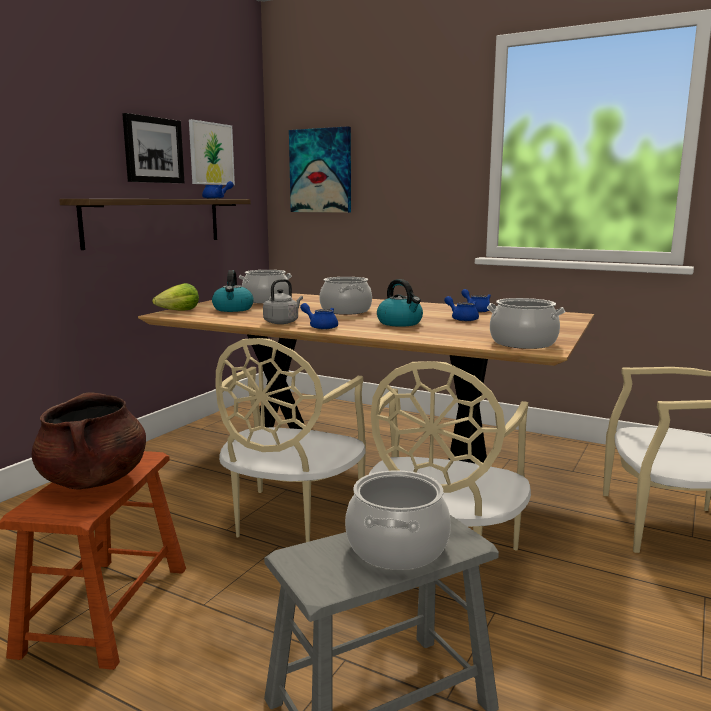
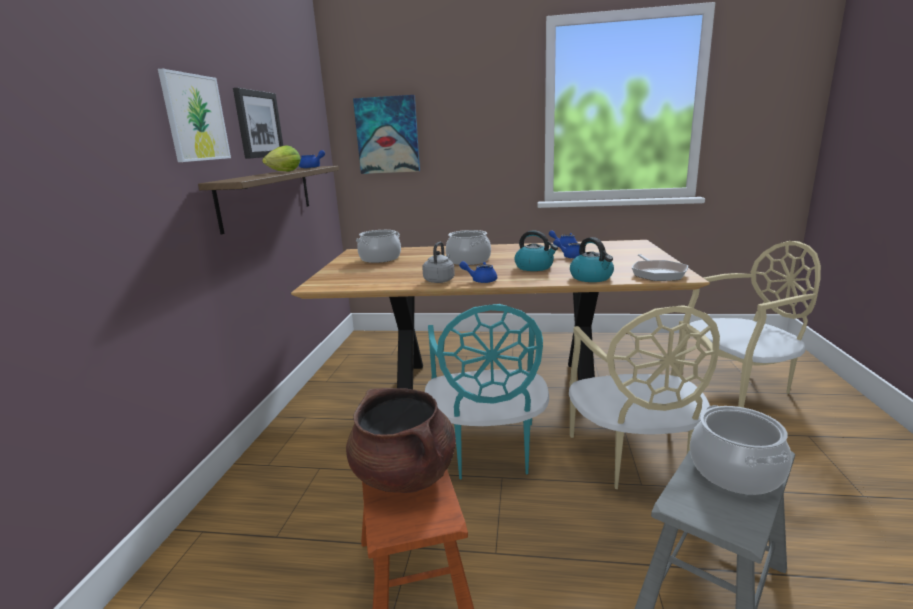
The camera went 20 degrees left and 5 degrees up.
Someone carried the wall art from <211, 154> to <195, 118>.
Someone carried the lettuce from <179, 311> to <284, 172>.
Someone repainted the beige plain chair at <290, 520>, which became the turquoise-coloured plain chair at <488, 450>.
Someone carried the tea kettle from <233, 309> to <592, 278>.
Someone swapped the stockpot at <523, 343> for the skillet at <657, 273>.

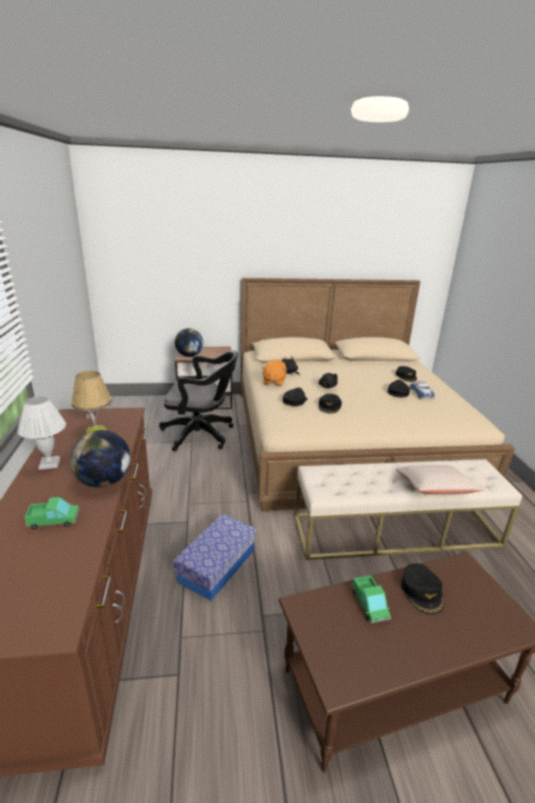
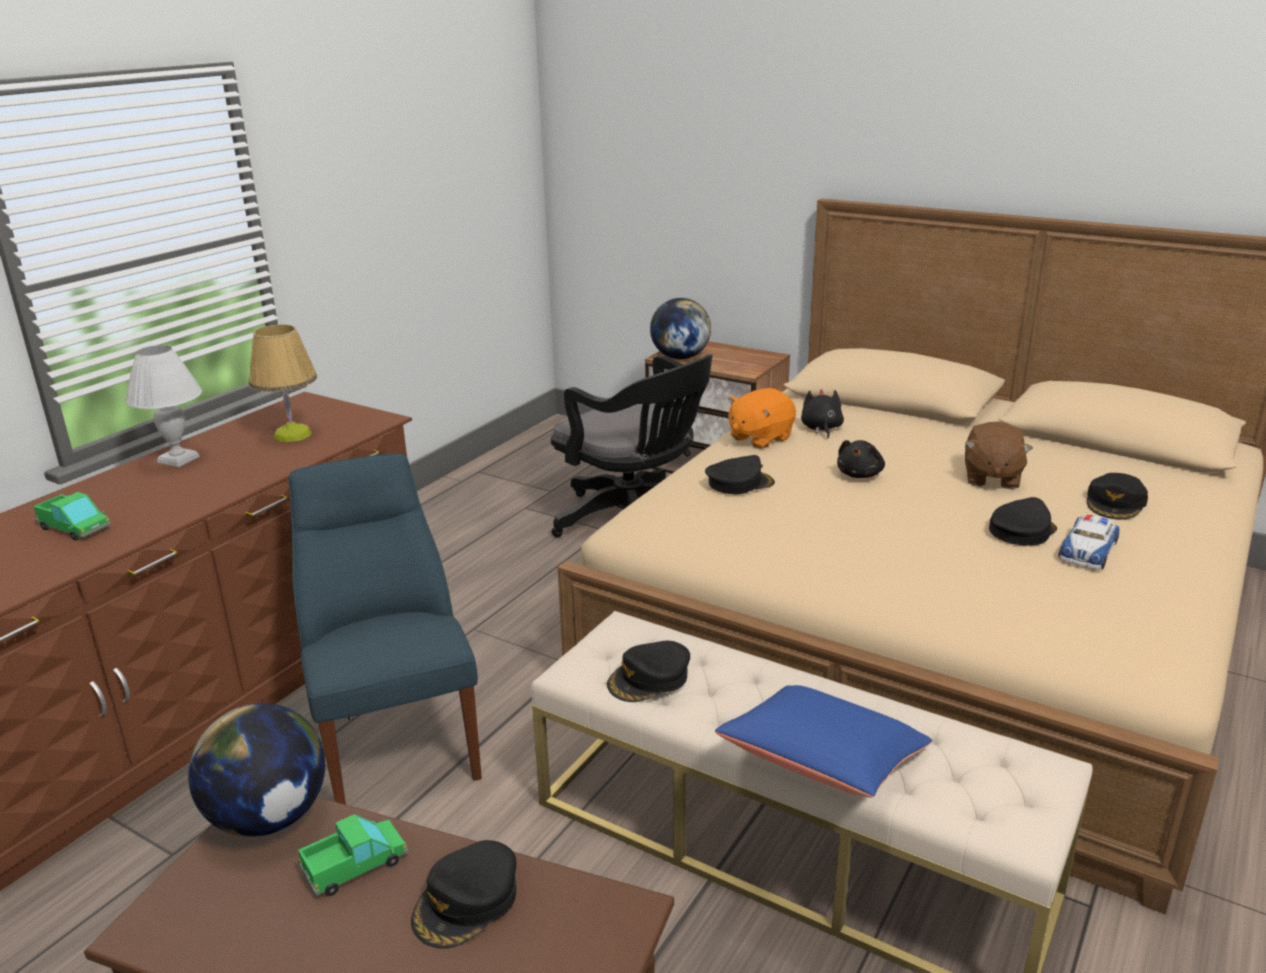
The camera went 40 degrees right and 0 degrees up.
Someone carried the desk globe from <104, 481> to <269, 818>.
Someone swapped the storage box at <217, 565> for the blue-coloured plain chair at <396, 740>.
Someone rotated the toy truck at <369, 604> by 150 degrees counterclockwise.
Someone carried the black-coloured peaked cap from <329, 406> to <649, 679>.
Someone repainted the beige cushion at <434, 489>, which became the blue-coloured cushion at <823, 763>.
Someone put down the brown-coloured soft toy at <991, 478>.

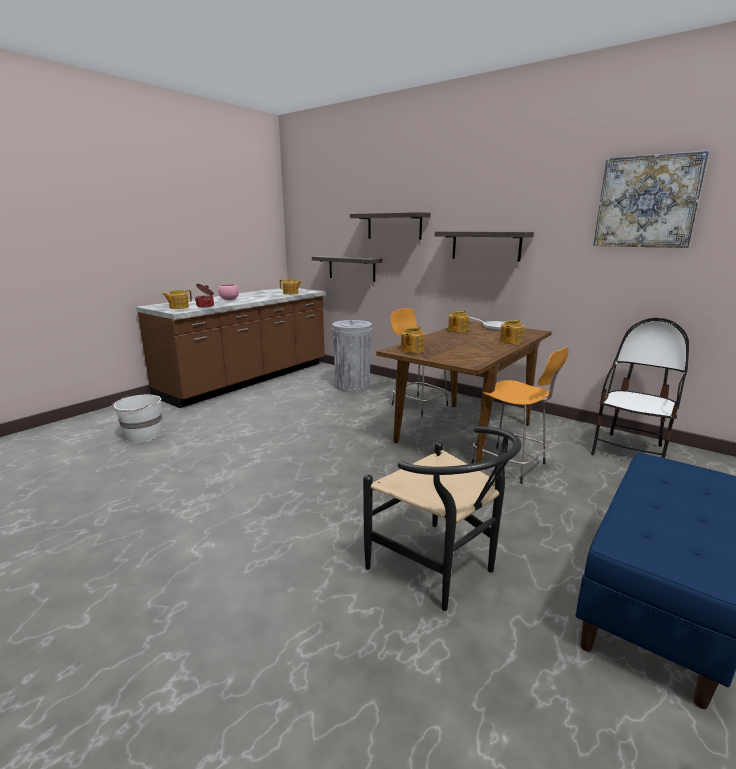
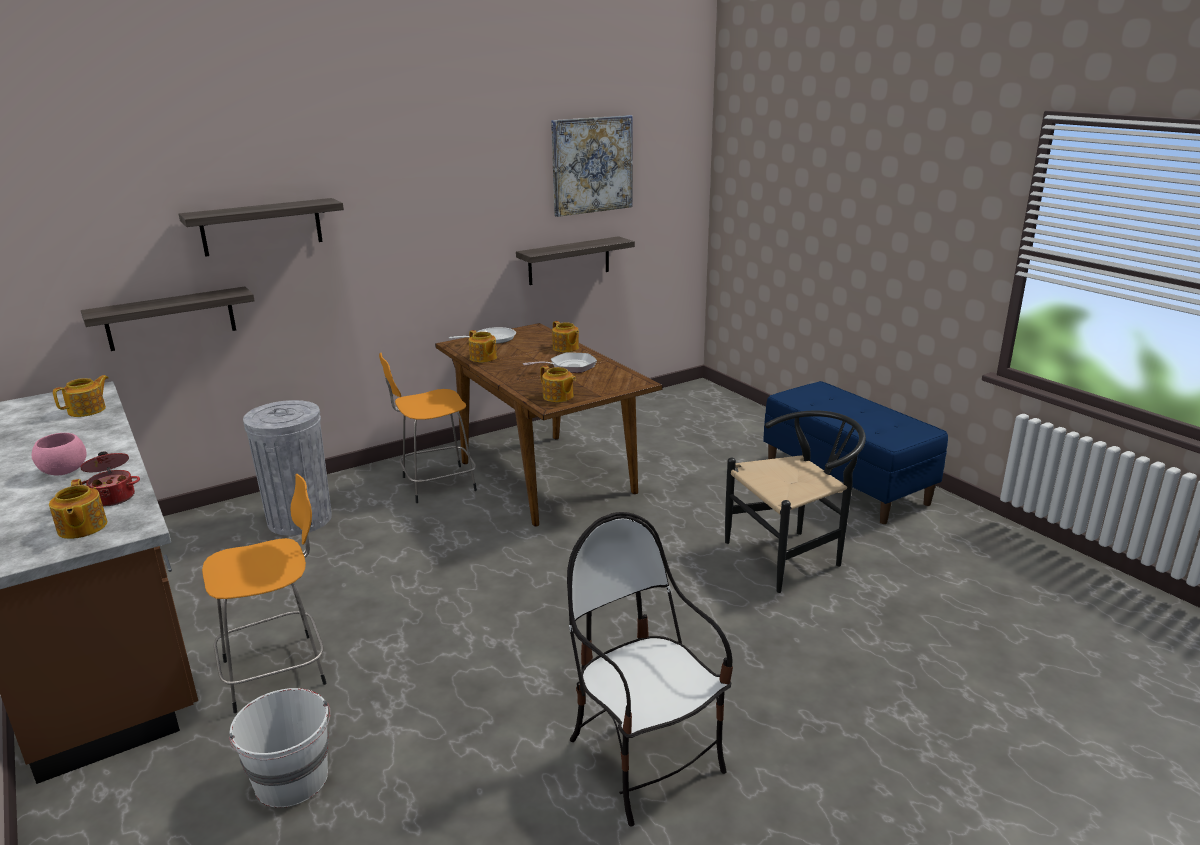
The camera went 70 degrees left and 5 degrees up.
Someone carried the orange-coloured stool from <510, 465> to <279, 671>.
Someone carried the shelf from <486, 245> to <569, 260>.
Someone put down the skillet at <569, 367>.
Someone carried the plain chair from <630, 452> to <644, 760>.

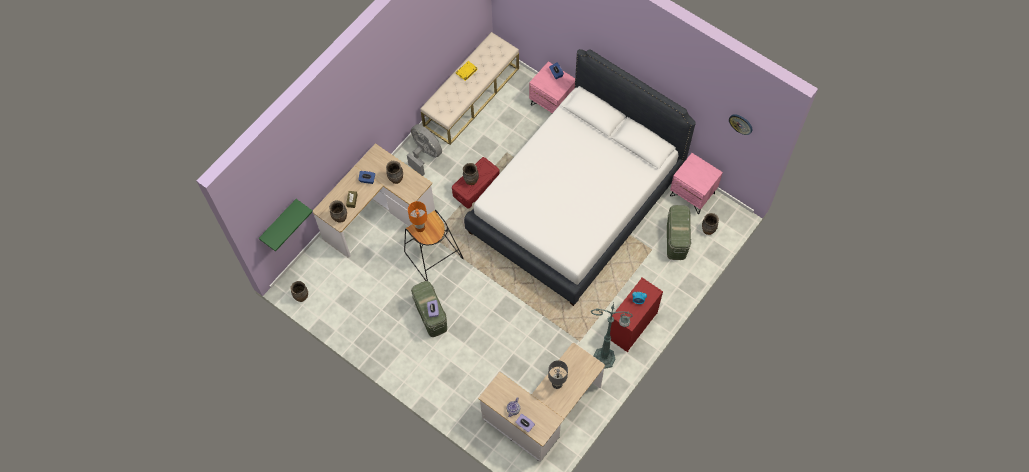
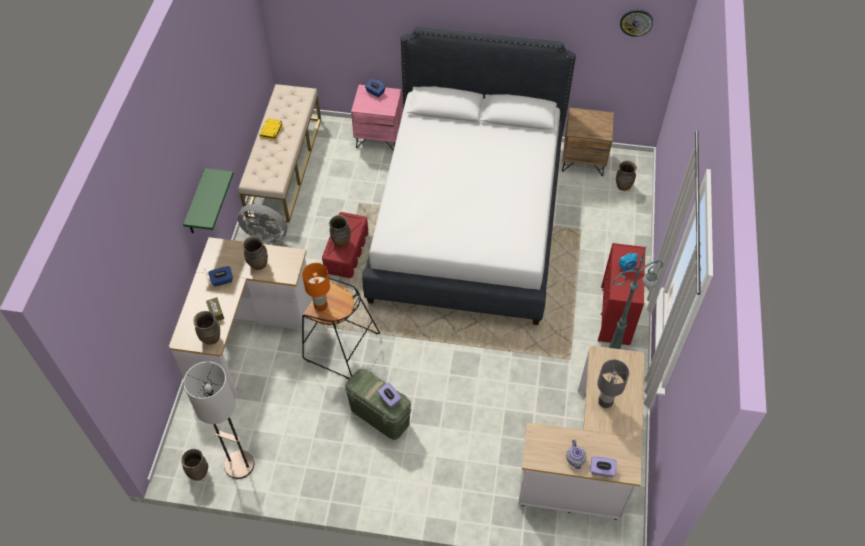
The camera went 30 degrees left and 10 degrees down.
Someone carried the greenish shelf from <279, 222> to <197, 204>.
Someone put down the standing lamp at <239, 465>.
Someone repainted the pinkish night table at <692, 194>, which became the brown-coloured night table at <583, 160>.
Someone took away the greenish storage box at <676, 240>.

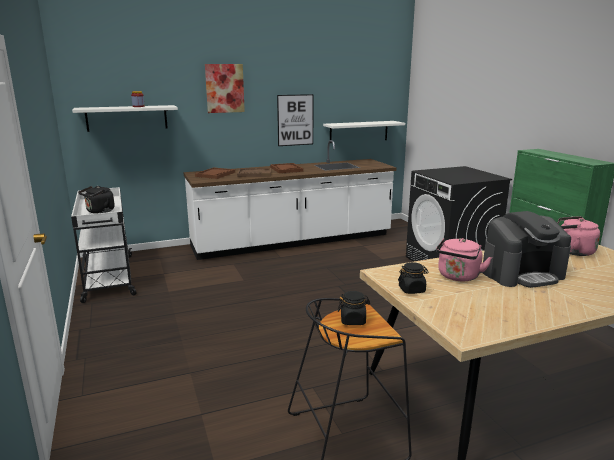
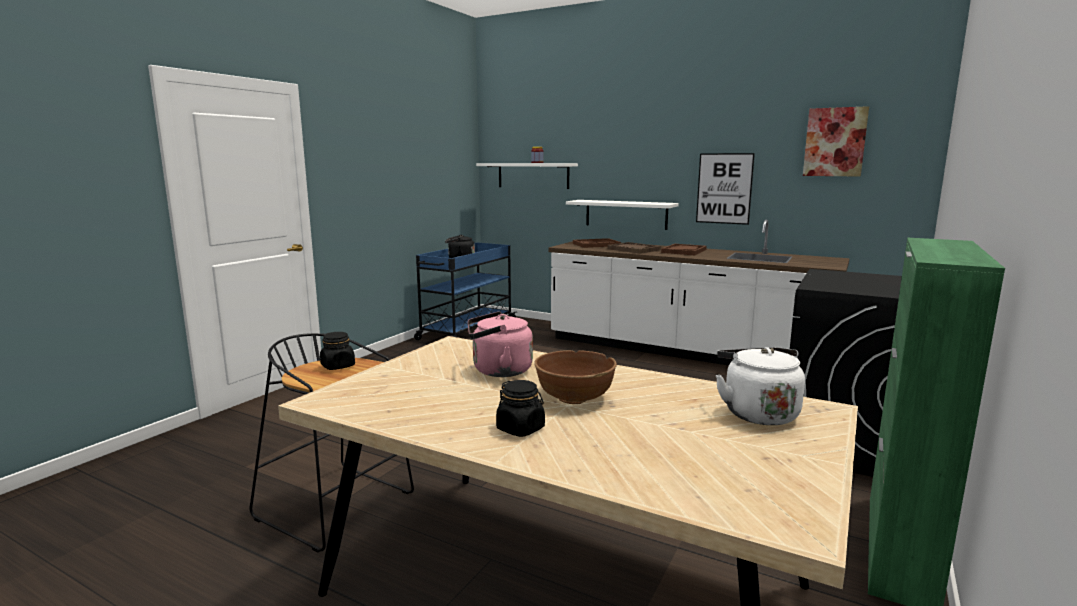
The camera went 50 degrees right and 5 degrees down.
Someone repainted the white-coloured wheeled cart at <109, 278>, which became the blue-coloured wheeled cart at <467, 330>.
Someone carried the black-coloured jar from <412, 290> to <521, 429>.
Someone swapped the coffee brewer at <522, 274> for the brown-coloured bowl at <574, 397>.
Someone carried the white-coloured shelf from <359, 131> to <626, 214>.
Someone repainted the pinkish tea kettle at <572, 251>, which became the white-coloured tea kettle at <757, 413>.
Someone carried the wall art from <224, 88> to <835, 142>.

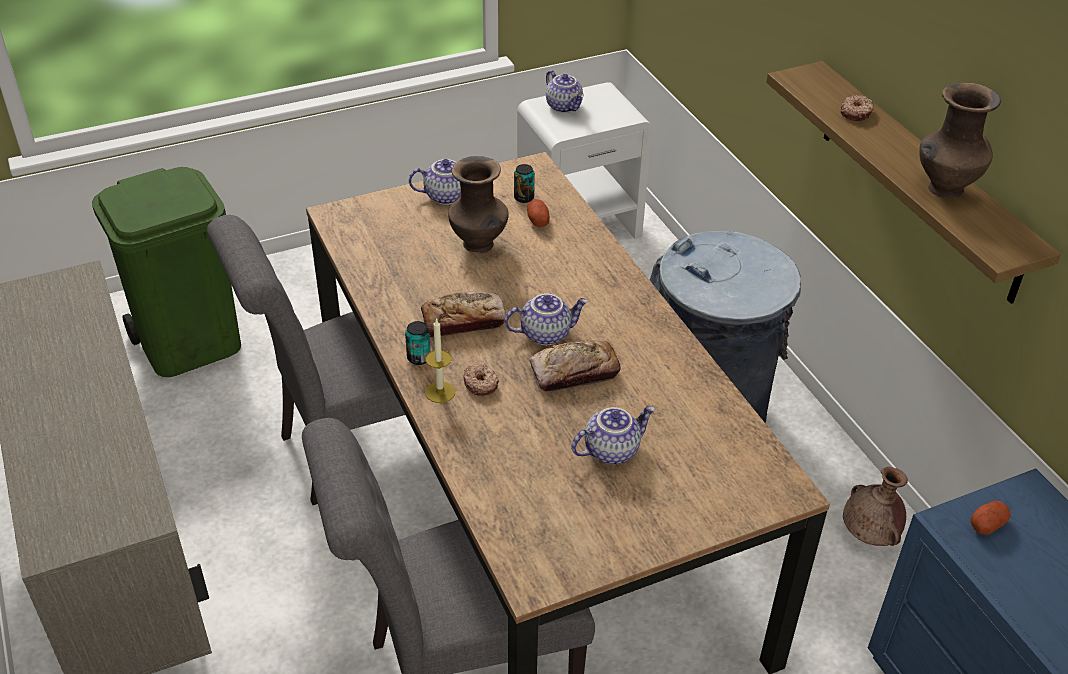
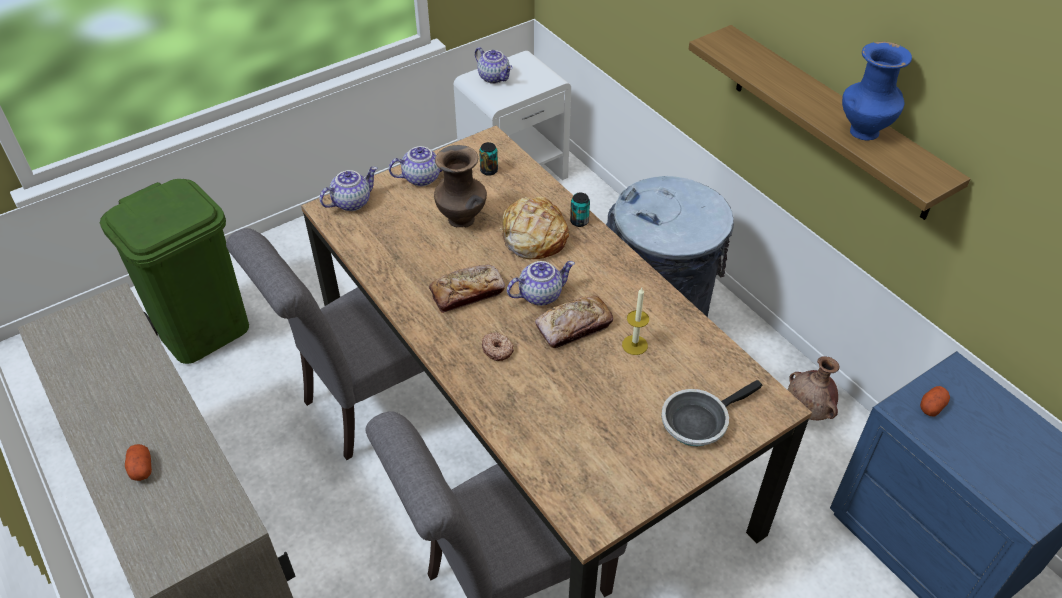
The camera went 10 degrees left and 5 degrees up.
Someone carried the whole potato from <538, 220> to <141, 468>.
Someone carried the teapot from <611, 450> to <351, 202>.
Someone put down the bread at <533, 237>.
Someone carried the can from <419, 358> to <579, 221>.
Someone carried the candle from <440, 392> to <634, 345>.
Someone put down the skillet at <698, 421>.
Someone repainted the brown-coloured flower vase at <944, 189>, which became the blue-coloured flower vase at <863, 132>.
Someone took away the doughnut at <856, 113>.

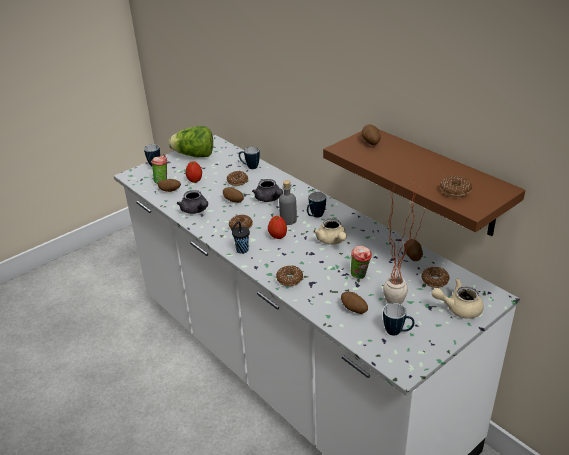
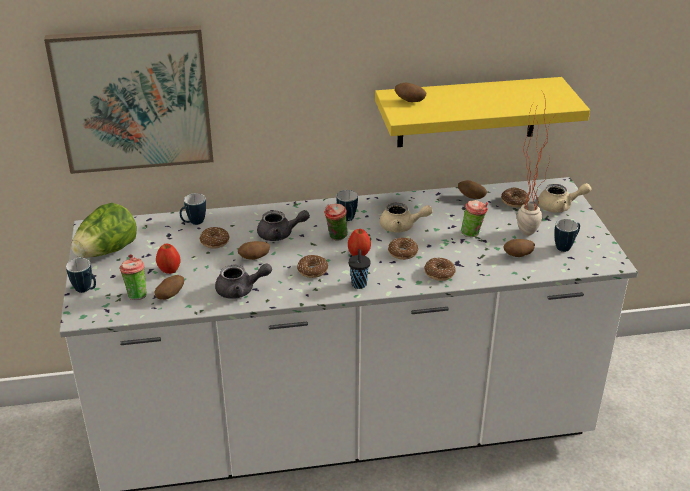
The camera went 60 degrees left and 0 degrees up.
Someone put up the wall art at <133, 99>.
Someone swapped the greyish bottle at <288, 220> for the small cup at <336, 238>.
Someone repainted the brown-coloured shelf at <438, 182>, which became the yellow shelf at <467, 112>.
Someone carried the doughnut from <455, 191> to <402, 252>.
Someone rotated the beige teapot at <458, 308> by 120 degrees counterclockwise.

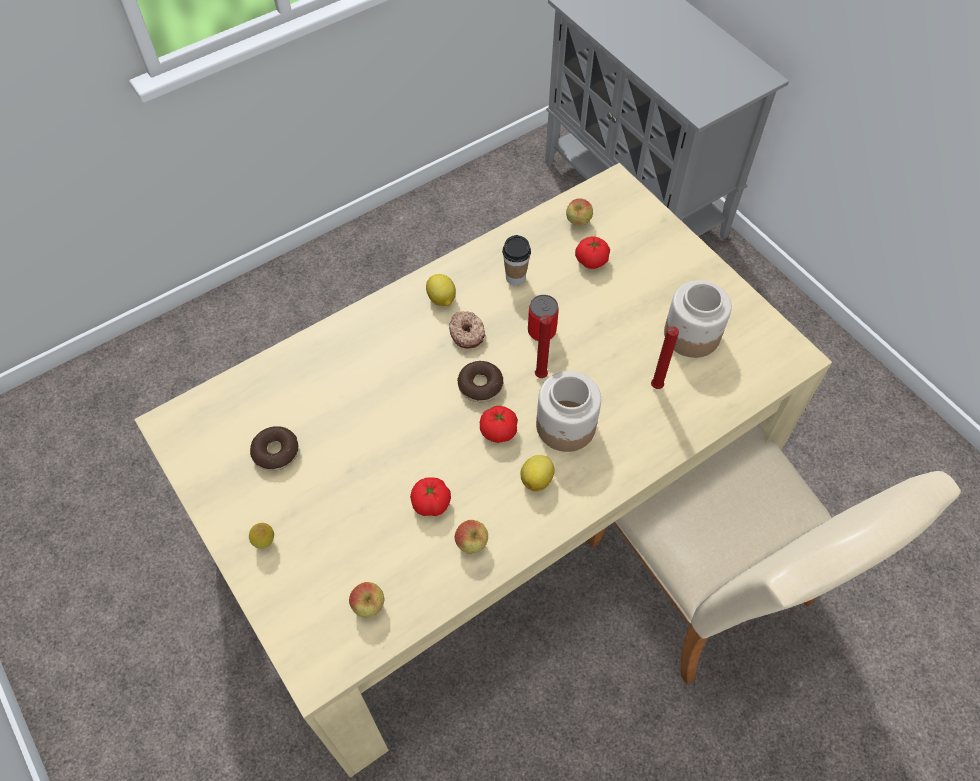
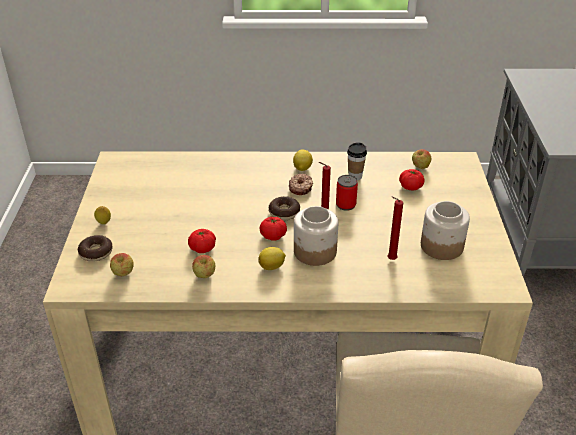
The camera went 35 degrees right and 20 degrees down.
Someone carried the doughnut from <276, 452> to <96, 252>.

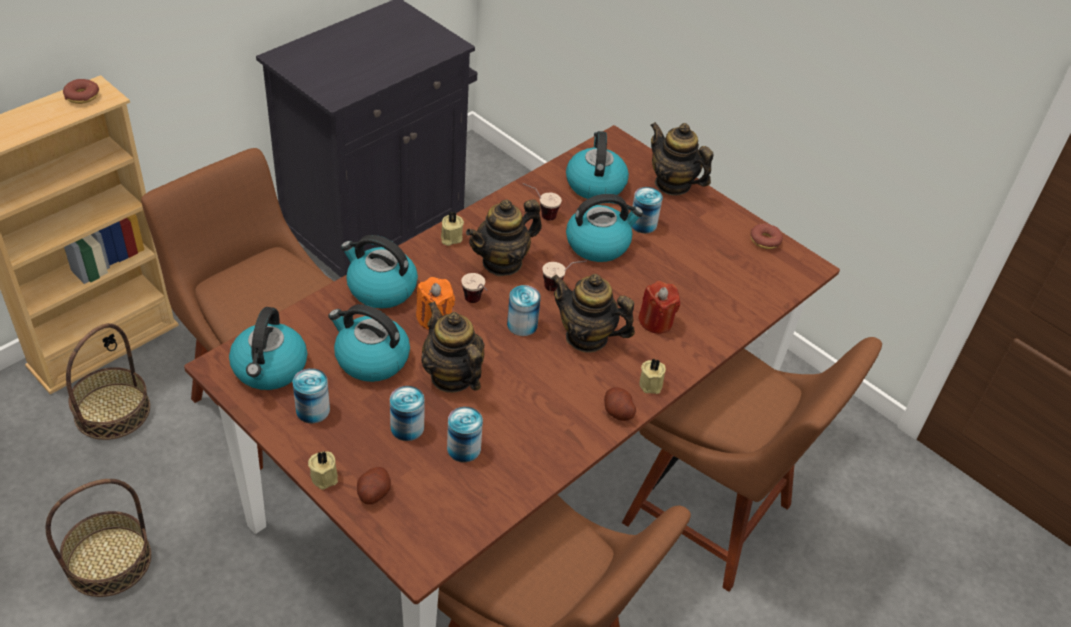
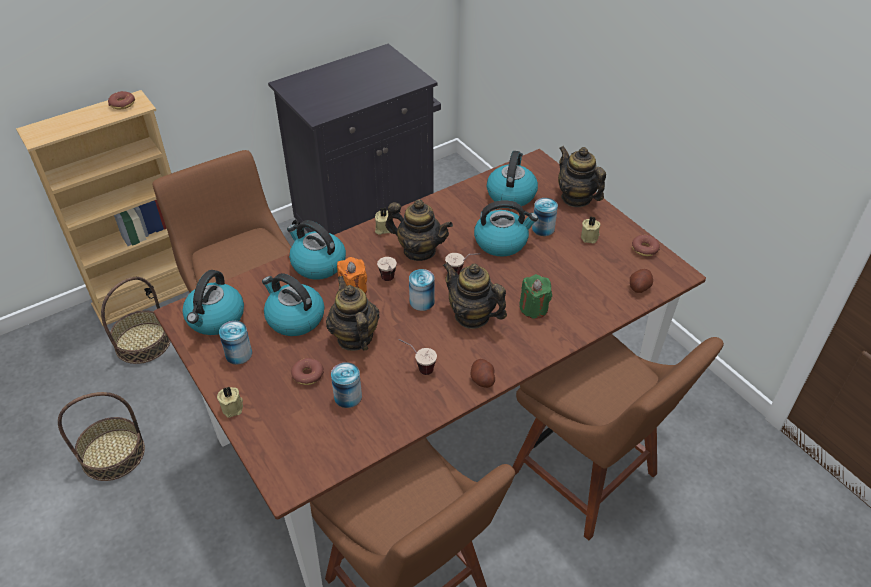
The camera went 15 degrees right and 0 degrees up.
Someone swapped the can at <407, 427> for the doughnut at <307, 375>.
Someone rotated the teapot at <502, 262> by 135 degrees counterclockwise.
Someone carried the small cup from <539, 214> to <417, 367>.
Someone repainted the reddish candle at <656, 321>, which became the greenish candle at <533, 308>.
Someone carried the beige candle from <652, 384> to <590, 237>.
Someone carried the whole potato from <373, 493> to <639, 287>.

